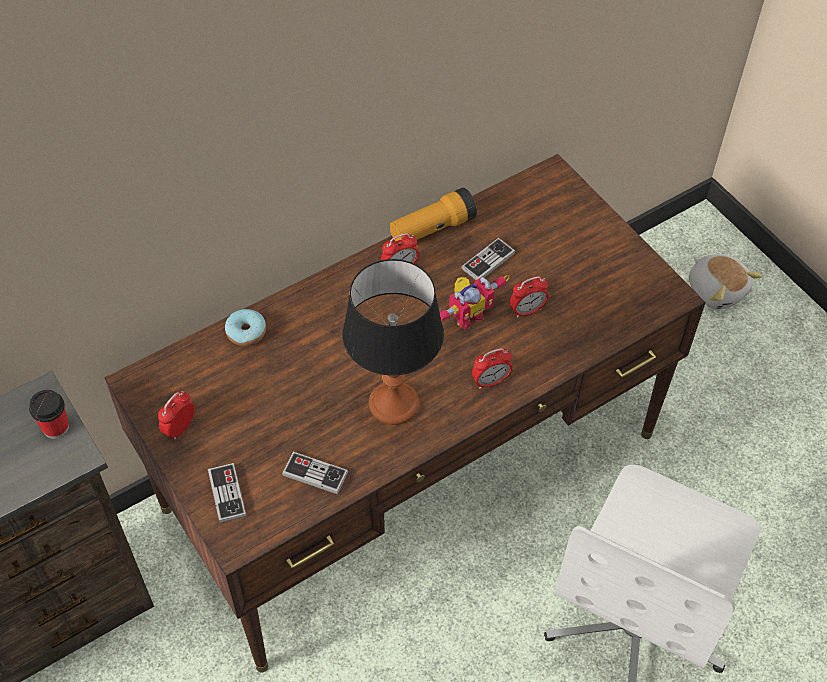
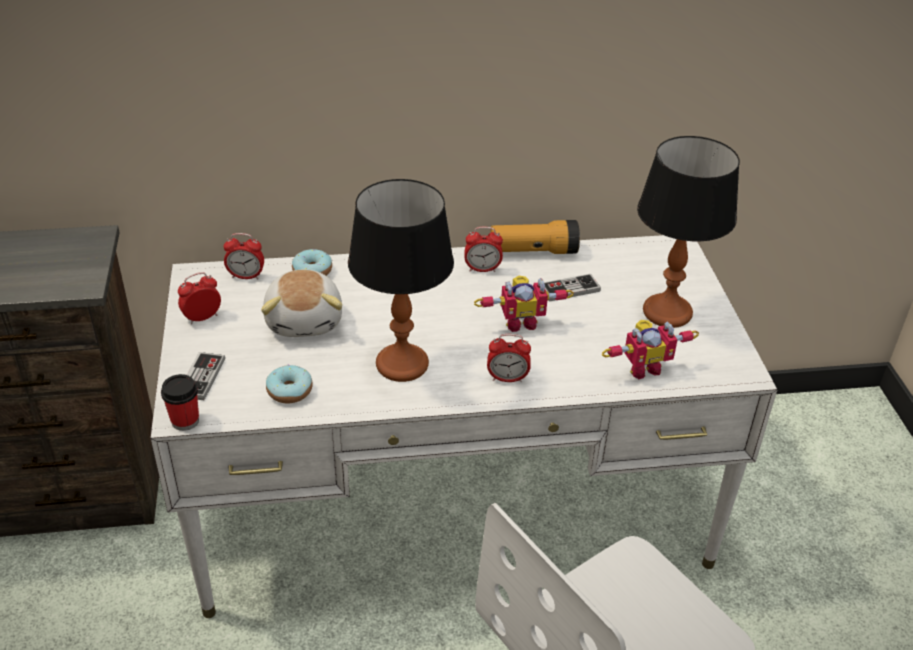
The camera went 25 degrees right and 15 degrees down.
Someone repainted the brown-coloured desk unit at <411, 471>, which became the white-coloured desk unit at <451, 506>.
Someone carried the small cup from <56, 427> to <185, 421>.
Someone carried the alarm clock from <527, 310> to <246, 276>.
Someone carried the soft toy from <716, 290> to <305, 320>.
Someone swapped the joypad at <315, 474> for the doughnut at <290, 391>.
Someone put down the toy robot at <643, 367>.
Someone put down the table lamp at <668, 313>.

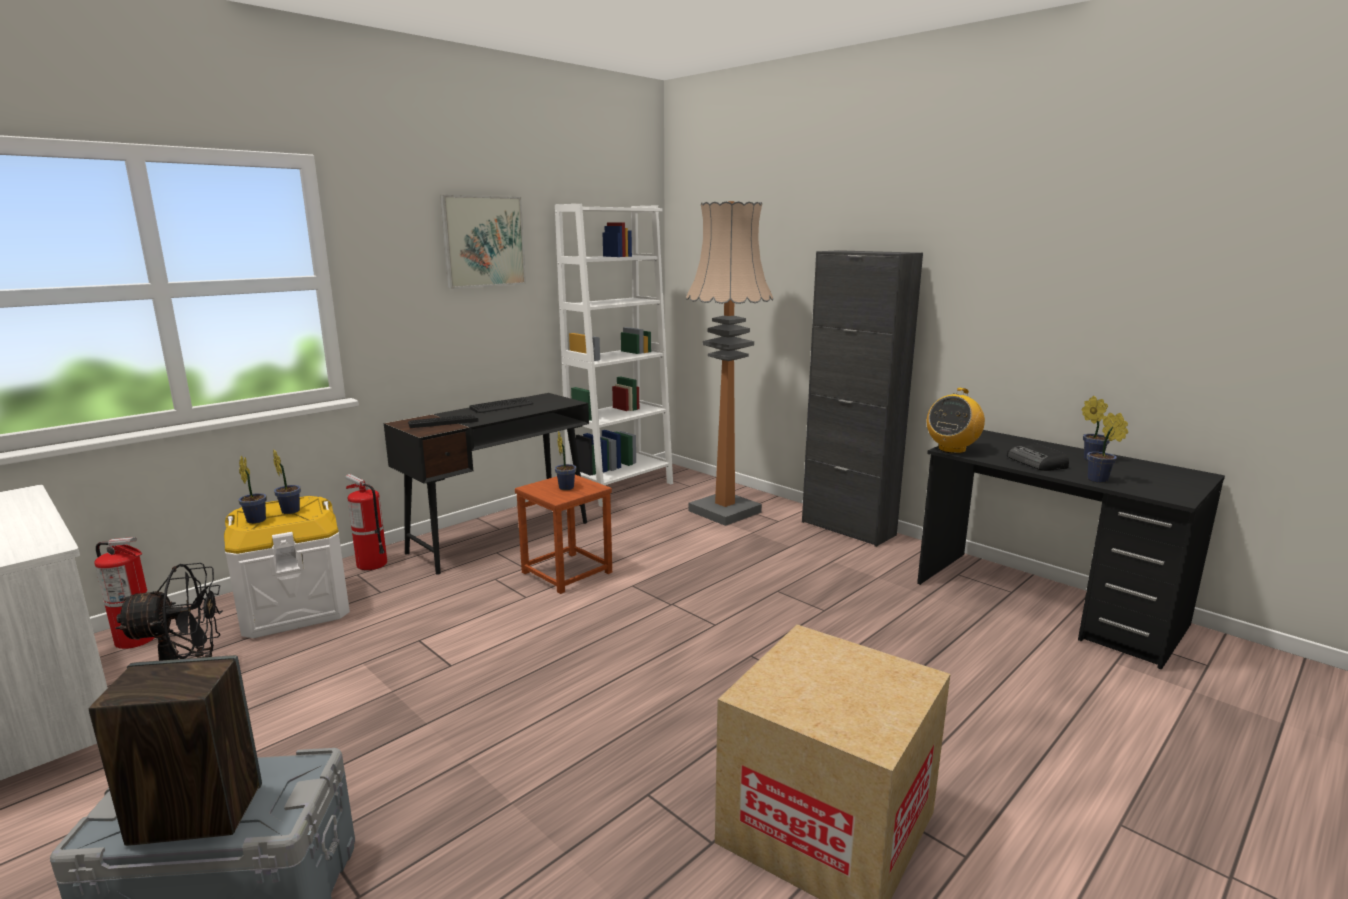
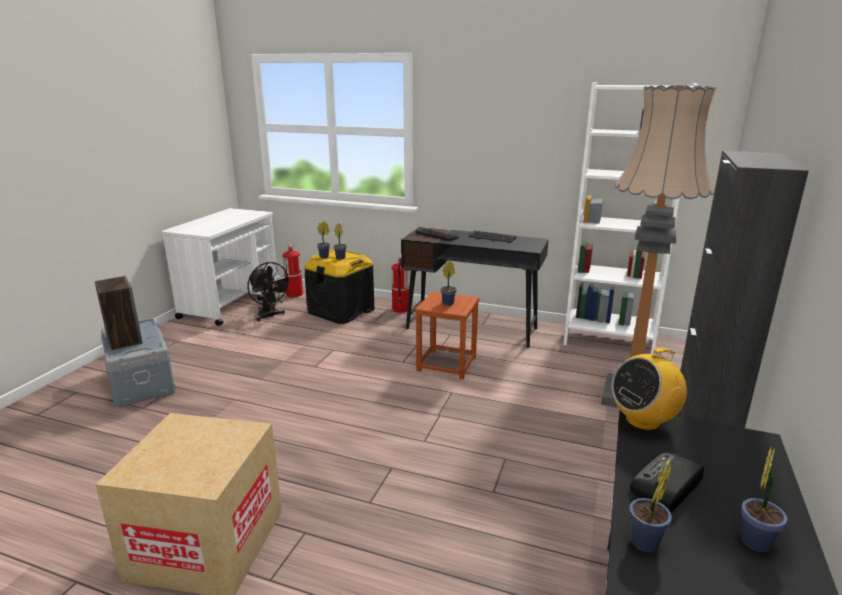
The camera went 65 degrees right and 5 degrees up.
Someone repainted the white-coloured storage box at <295, 608>, which became the black-coloured storage box at <341, 311>.
Someone rotated the radio set at <952, 449> by 45 degrees counterclockwise.
Someone took away the wall art at <484, 241>.

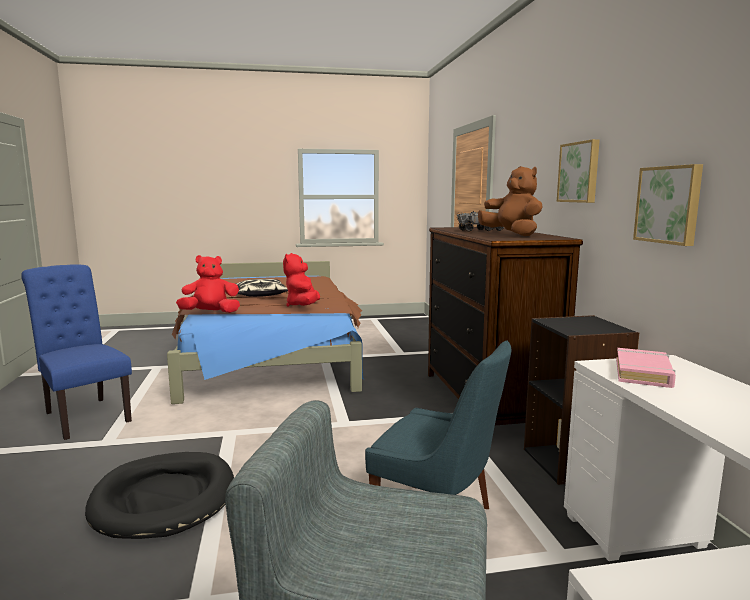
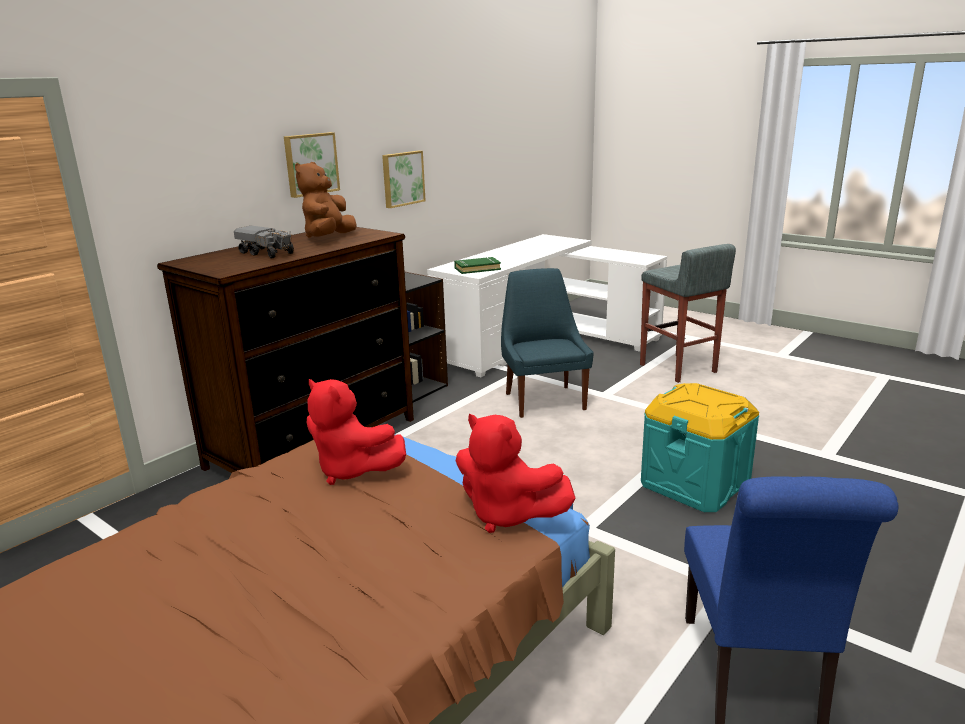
The camera went 130 degrees left and 10 degrees up.
Someone rotated the reddish soft toy at <303, 306> by 75 degrees clockwise.
Someone repainted the pinkish bound book at <643, 373>, which became the greenish bound book at <477, 269>.
Someone swapped the black-coloured pet bed at <164, 498> for the turquoise-coloured storage box at <694, 484>.
Someone took away the cushion at <260, 295>.

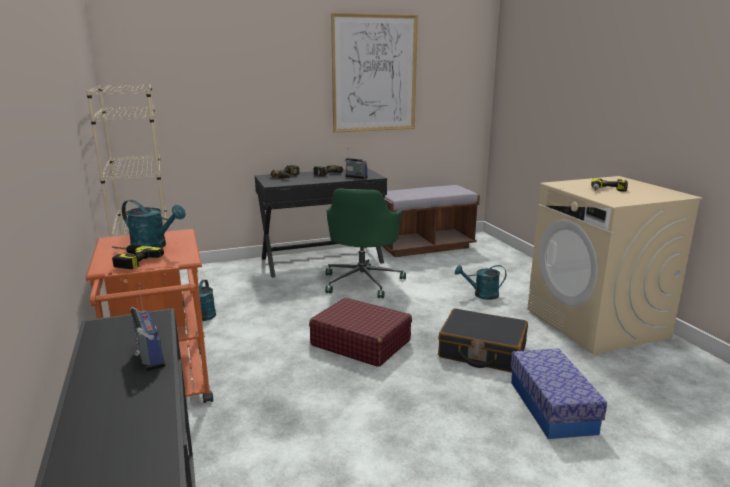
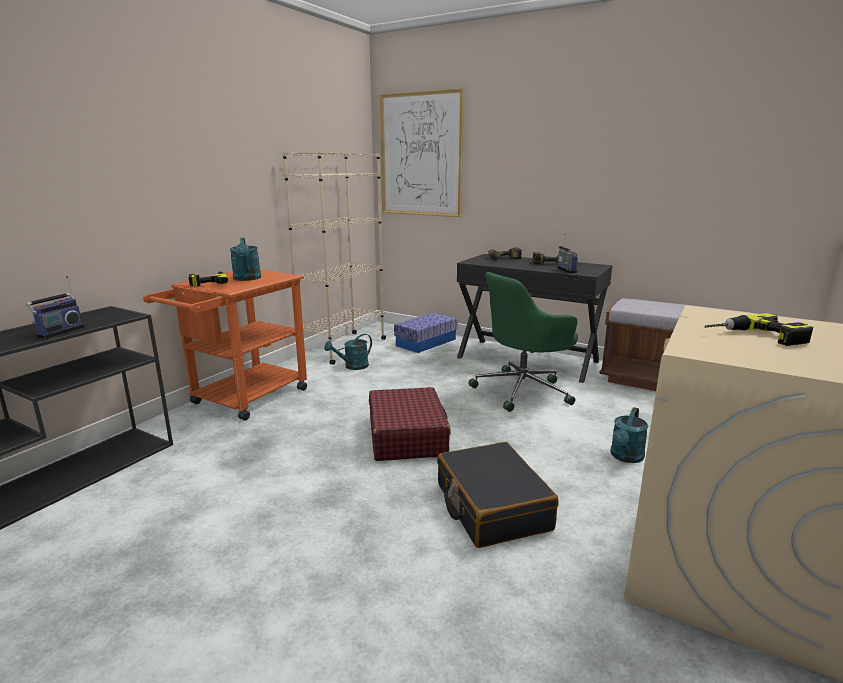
The camera went 50 degrees right and 0 degrees up.
Someone carried the wall art from <374, 74> to <420, 155>.
Someone carried the storage box from <551, 406> to <426, 342>.
Someone rotated the turquoise-coloured watering pot at <481, 295> by 105 degrees counterclockwise.

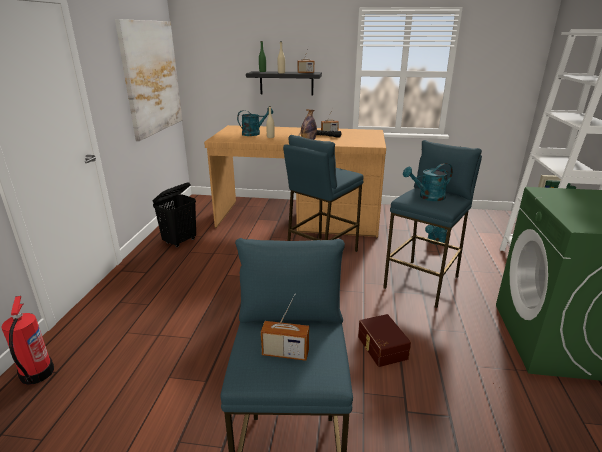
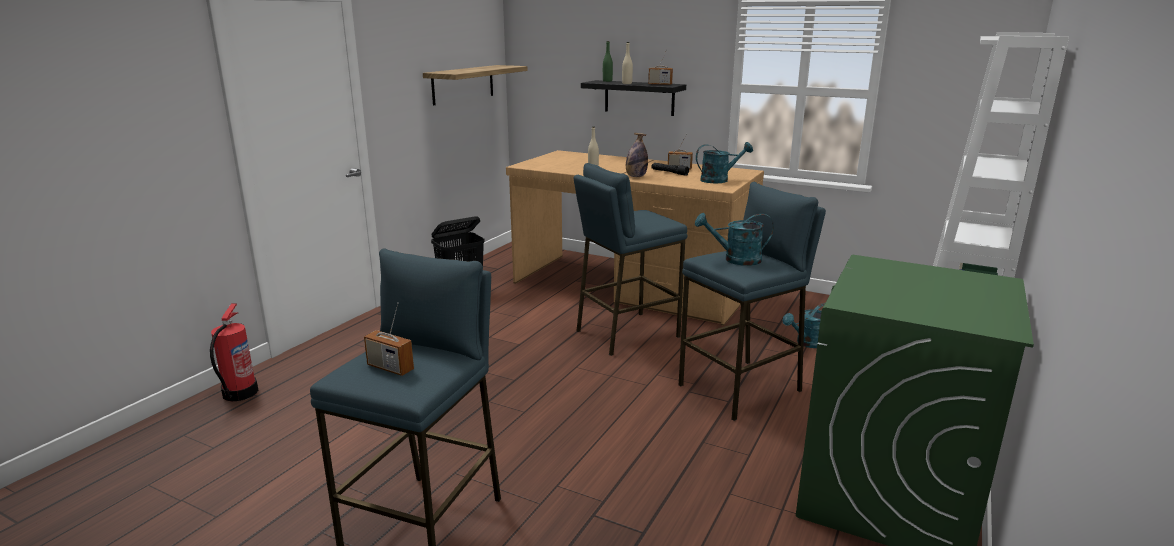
The camera went 20 degrees right and 5 degrees down.
Someone swapped the wall art at <152, 77> for the shelf at <463, 84>.
Someone carried the turquoise-coloured watering pot from <254, 133> to <719, 180>.
Someone took away the brown-coloured storage box at <381, 348>.

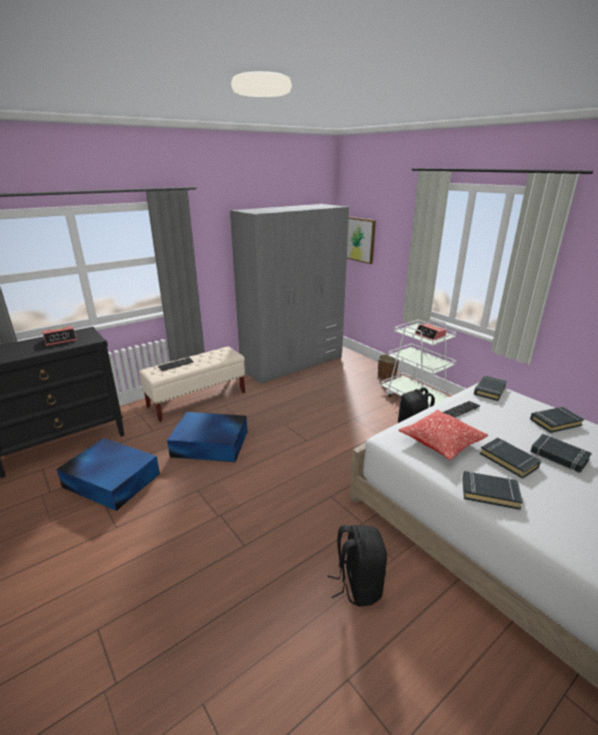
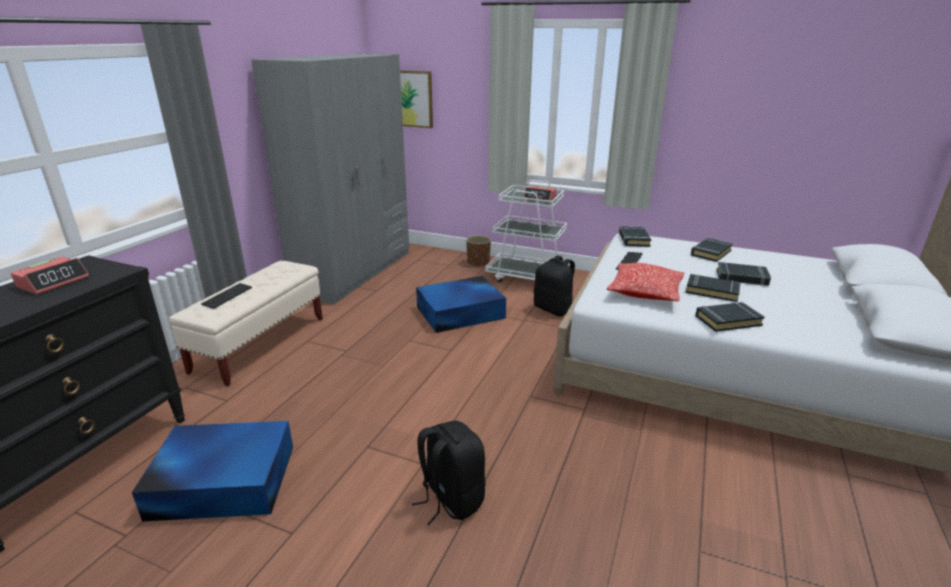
The camera went 30 degrees left and 0 degrees up.
Someone carried the black-coloured knapsack from <357, 585> to <450, 499>.
Someone carried the blue-coloured storage box from <211, 444> to <461, 312>.

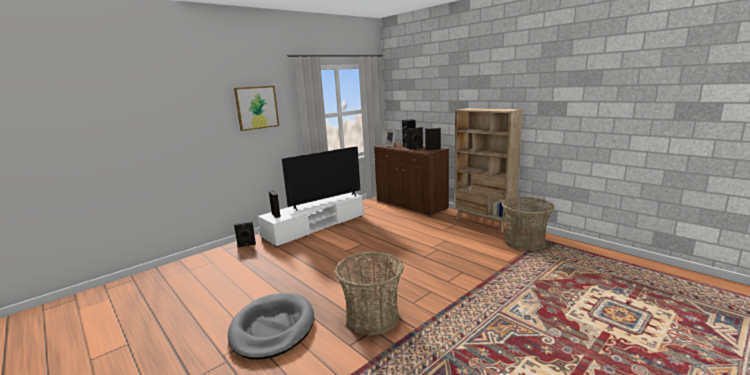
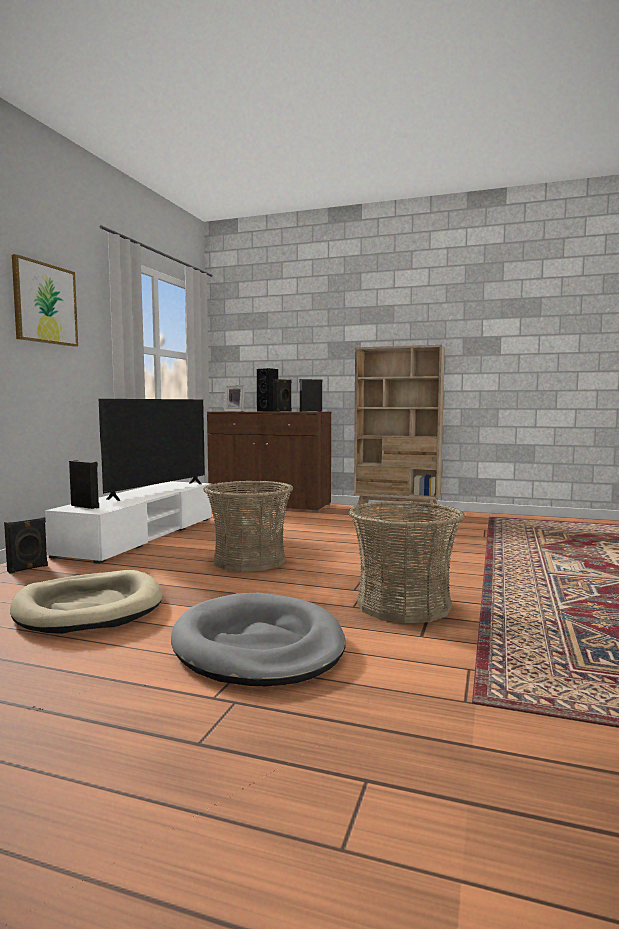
The camera went 30 degrees left and 10 degrees down.
Someone put down the beige pet bed at <89, 608>.
Someone carried the household basket from <525, 242> to <249, 561>.

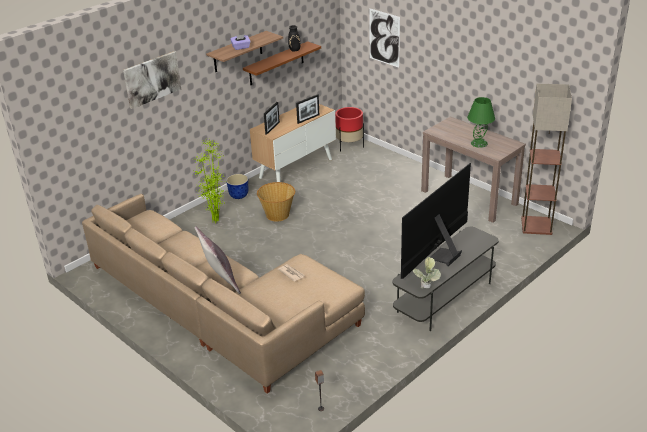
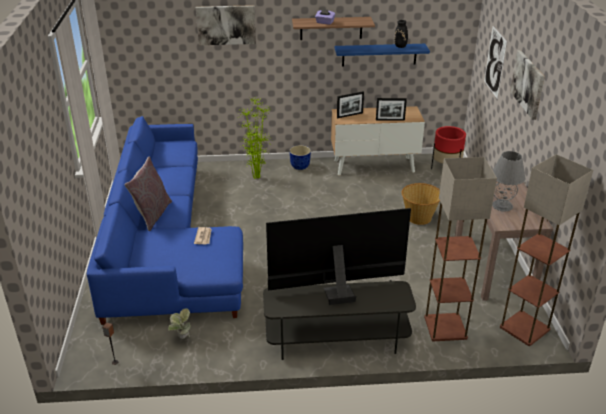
The camera went 40 degrees right and 0 degrees up.
Someone repainted the beige sofa at <221, 308>, which became the blue-coloured sofa at <166, 243>.
Someone carried the houseplant from <426, 289> to <182, 339>.
Someone repainted the brown-coloured shelf at <276, 64>, which became the blue-coloured shelf at <379, 55>.
Someone carried the household basket from <277, 214> to <419, 217>.
Someone put down the standing lamp at <446, 328>.
Someone repainted the greenish table lamp at <479, 143>, which became the greyish table lamp at <502, 205>.
Someone put up the wall art at <528, 84>.

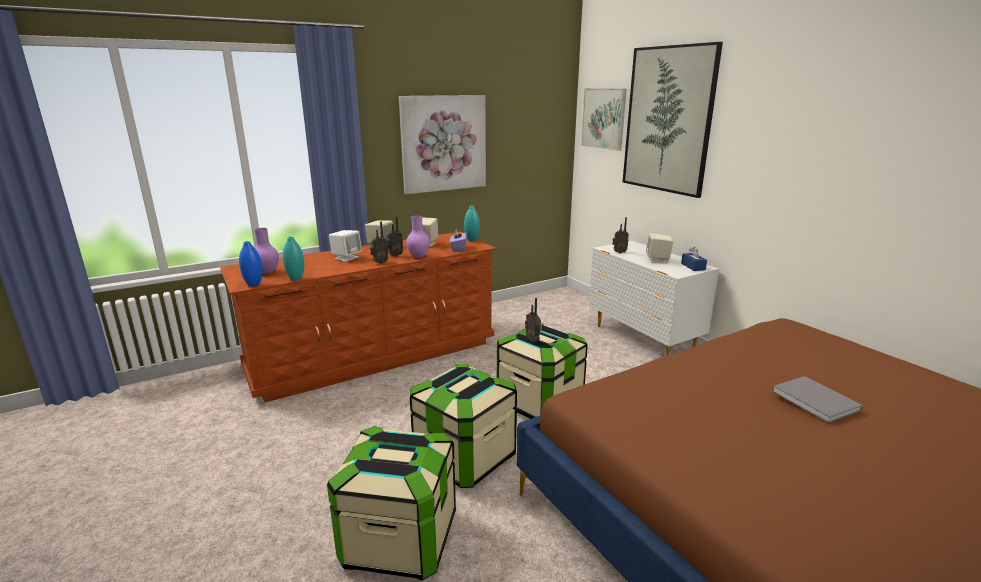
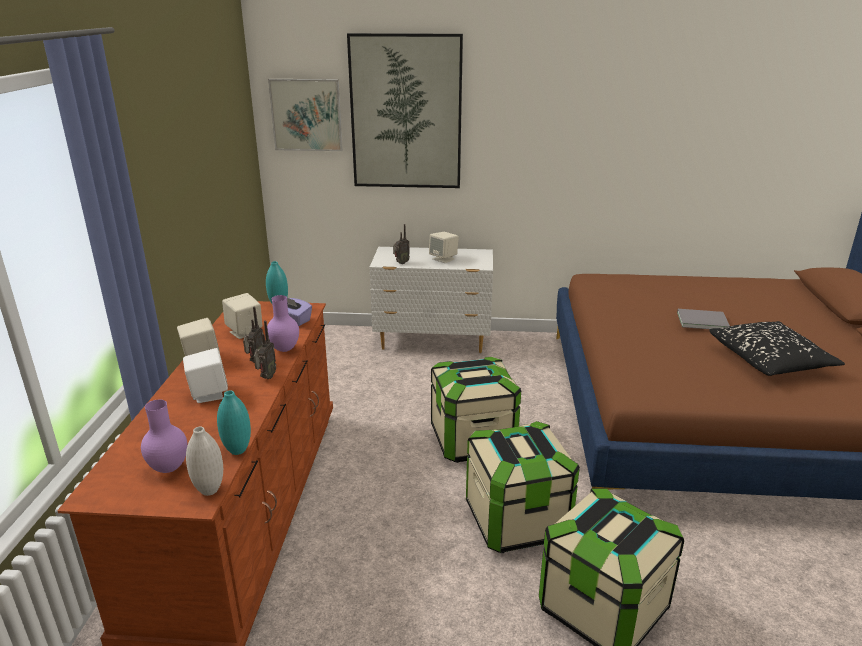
The camera went 55 degrees left and 5 degrees up.
Someone repainted the blue-coloured flower vase at <254, 285>, which became the white-coloured flower vase at <209, 490>.
Someone put down the black-coloured cushion at <770, 360>.
Someone took away the wall art at <443, 143>.
Someone took away the radio set at <533, 340>.
Someone took away the blue-coloured box of tissues at <693, 266>.

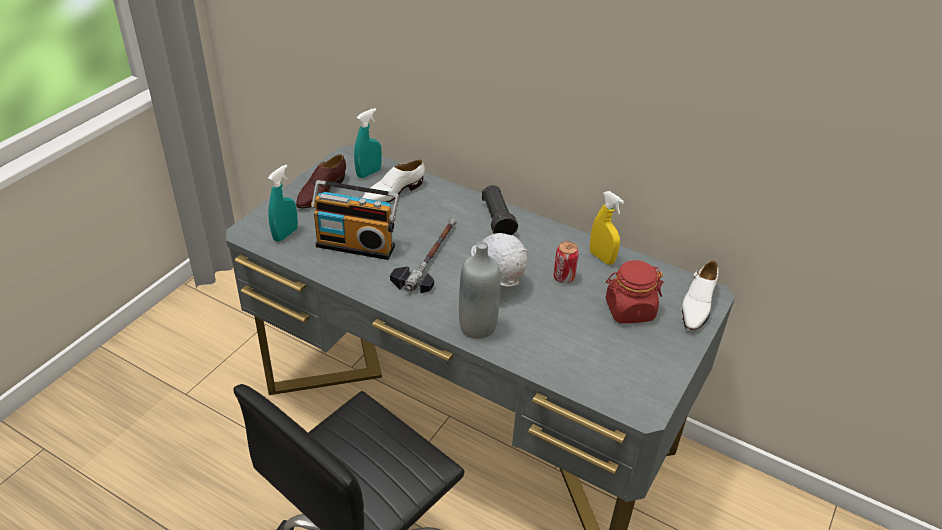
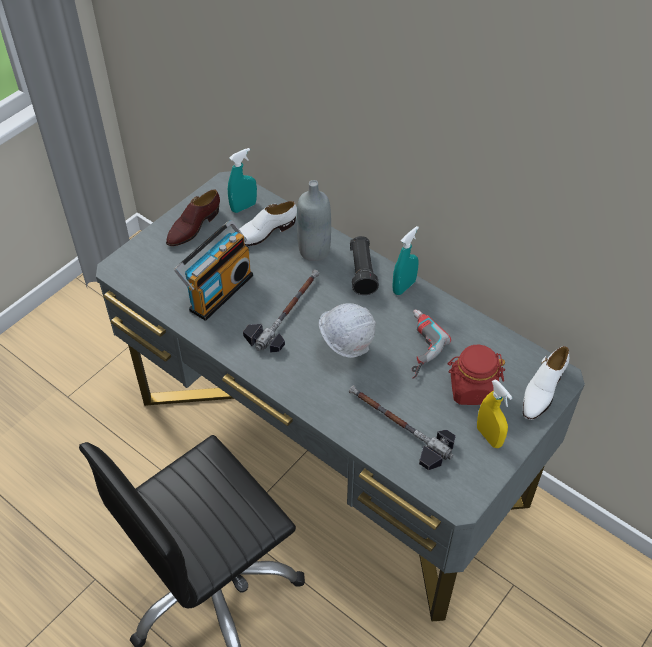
The camera went 10 degrees right and 10 degrees up.
Someone rotated the radio set at <357, 244> by 75 degrees counterclockwise.
Someone carried the greyish bottle from <477, 327> to <314, 251>.
Someone put down the hand hammer at <398, 427>.
Someone carried the turquoise-coloured sprayer from <285, 234> to <404, 287>.
Someone swapped the can at <563, 277> for the drill at <415, 346>.
Someone carried the yellow sprayer from <601, 257> to <489, 436>.

